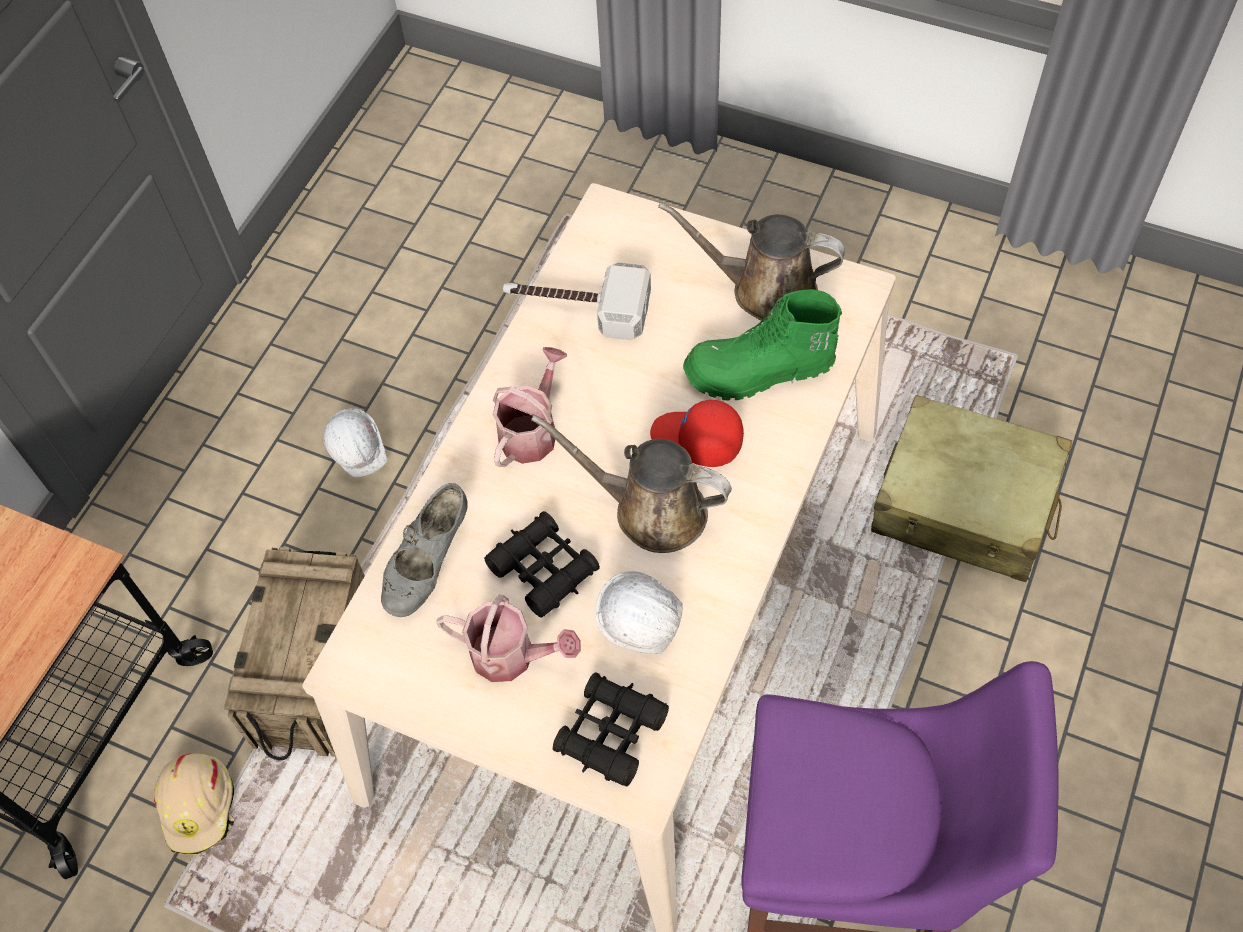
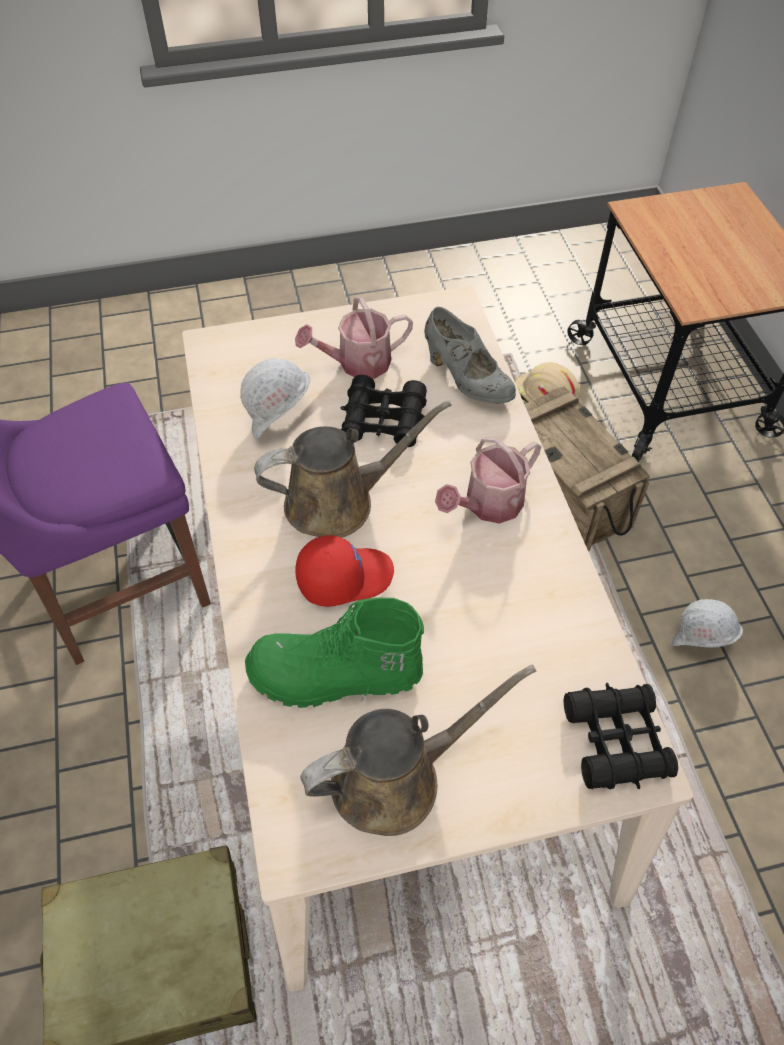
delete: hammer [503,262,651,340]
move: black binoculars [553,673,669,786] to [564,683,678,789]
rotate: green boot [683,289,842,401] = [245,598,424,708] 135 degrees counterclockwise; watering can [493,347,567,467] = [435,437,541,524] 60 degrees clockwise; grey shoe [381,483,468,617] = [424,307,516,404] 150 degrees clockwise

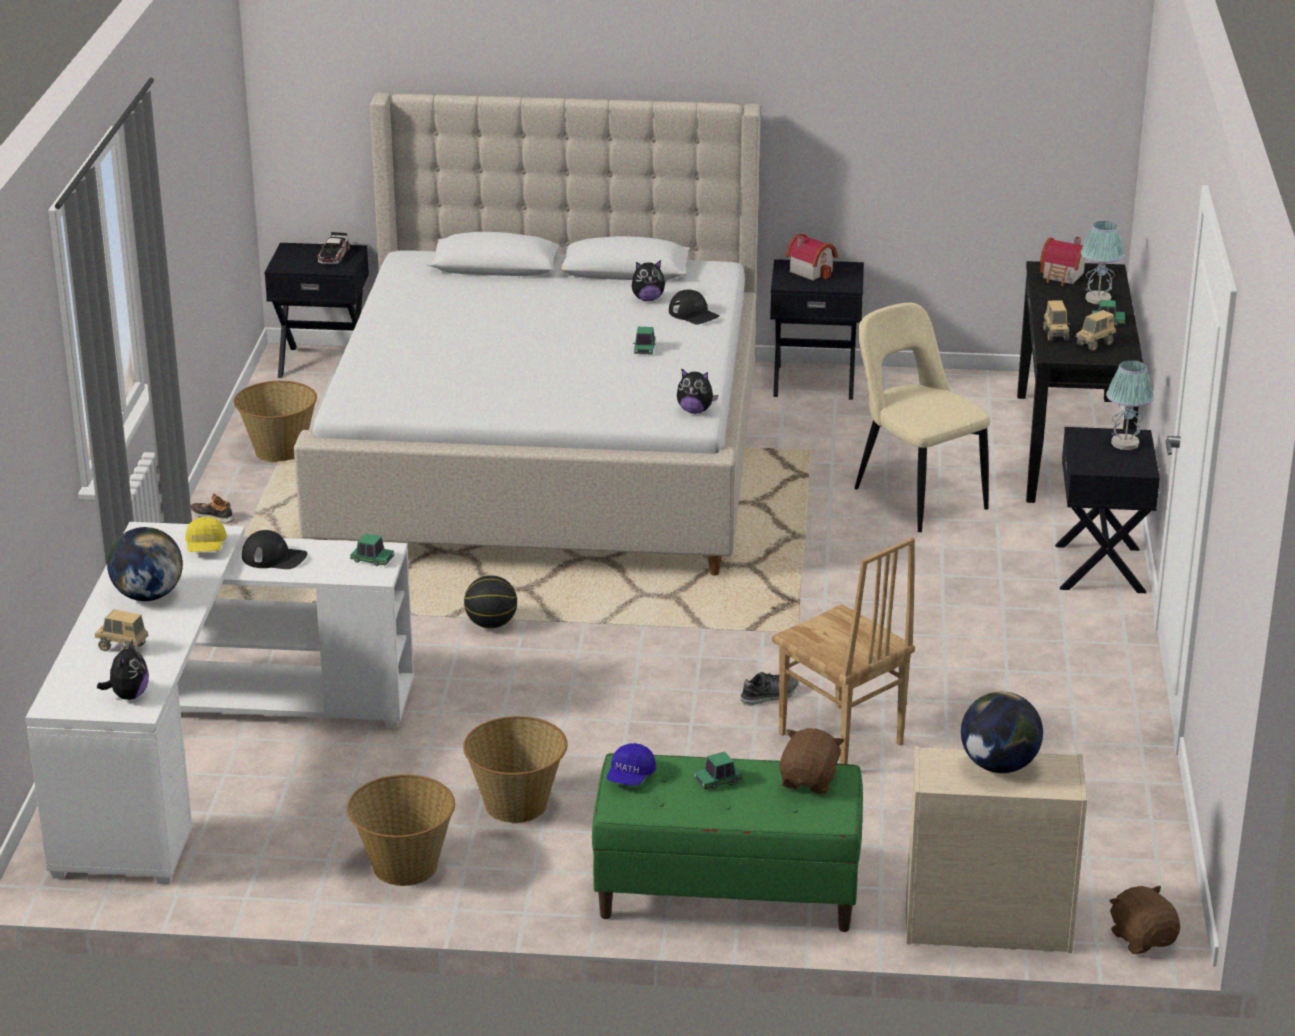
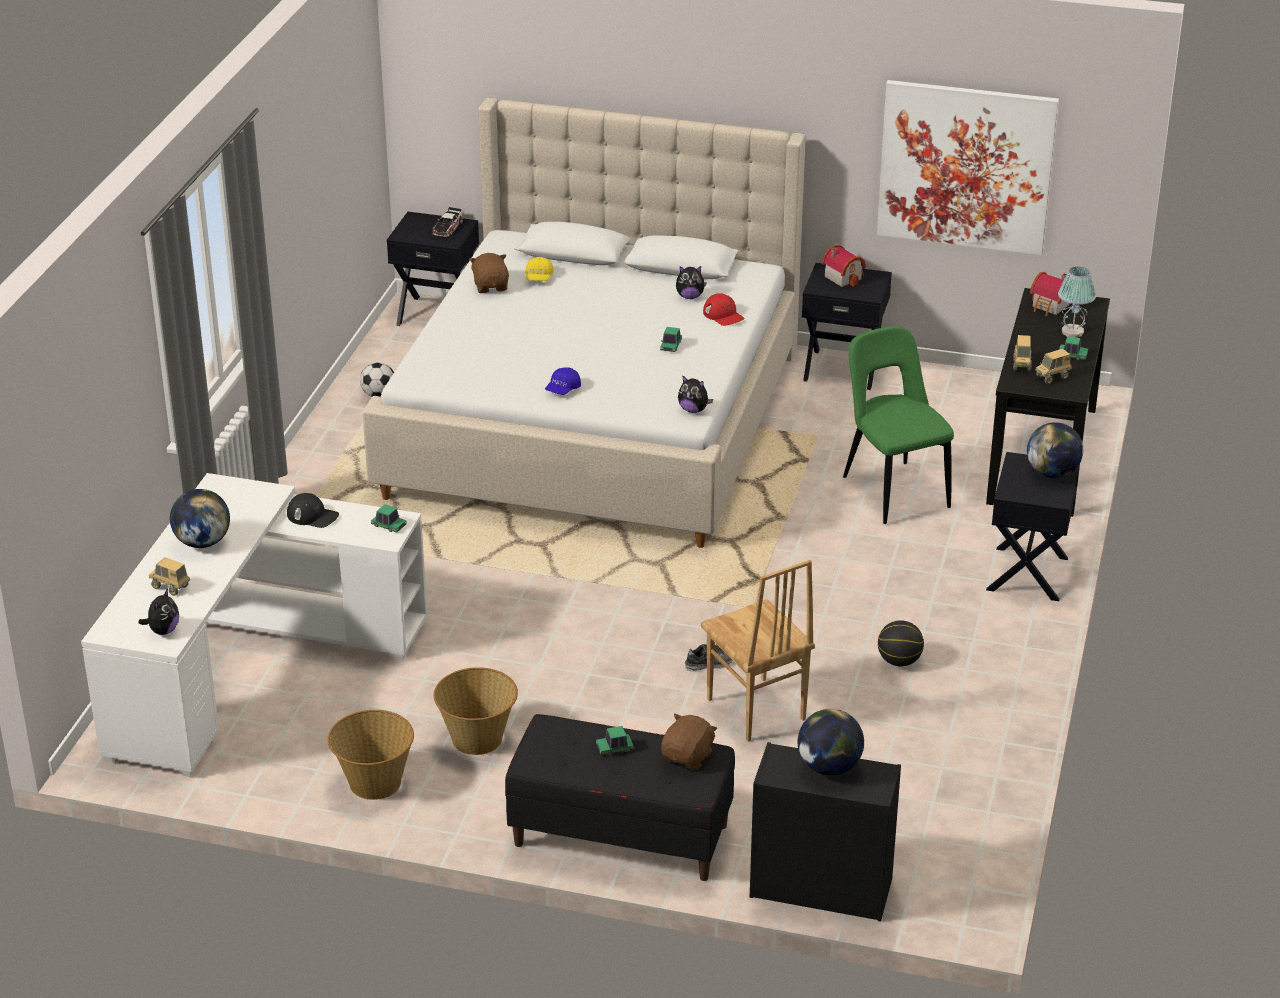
delete: shoe [191,494,235,524]
insert: picture [877,80,1059,255]
move: yellow cap [185,517,227,552] to [525,257,554,281]; basketball [464,575,517,628] to [878,620,924,666]; blue cap [606,743,656,786] to [545,367,581,395]; brown plush toy [1109,886,1180,954] to [469,253,509,293]
replace: table lamp [1106,360,1154,450] to globe [1027,422,1083,478]; basket [234,381,317,463] to football [360,362,394,397]
recolor: black cap [669,290,720,325] to red cap [703,293,745,326]; beige chair [854,303,990,532] to green chair [843,326,954,524]; beige dresser [906,746,1087,953] to black dresser [750,742,901,922]; green bench [592,753,863,932] to black bench [505,714,735,881]

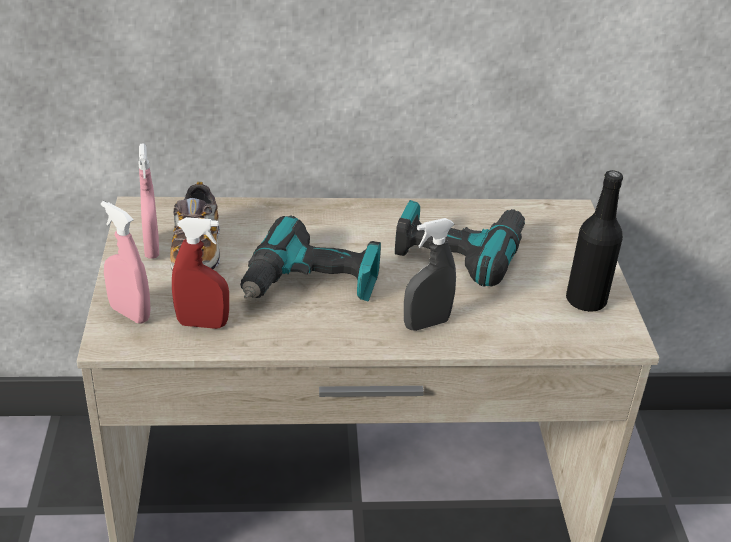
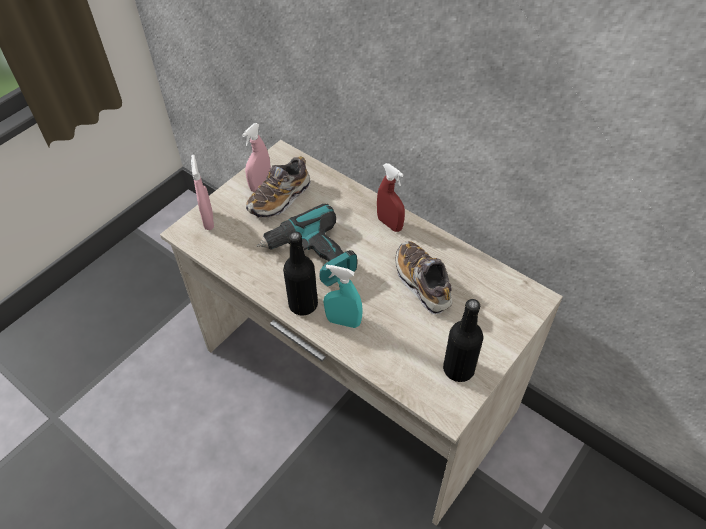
insert: black bottle [283,231,318,316]
move: red spray bottle [172,217,229,329] to [377,163,405,232]
replace: power drill [395,200,525,287] to shoe [395,241,452,315]
recolor: grey spray bottle [404,218,456,331] to turquoise spray bottle [324,265,363,328]

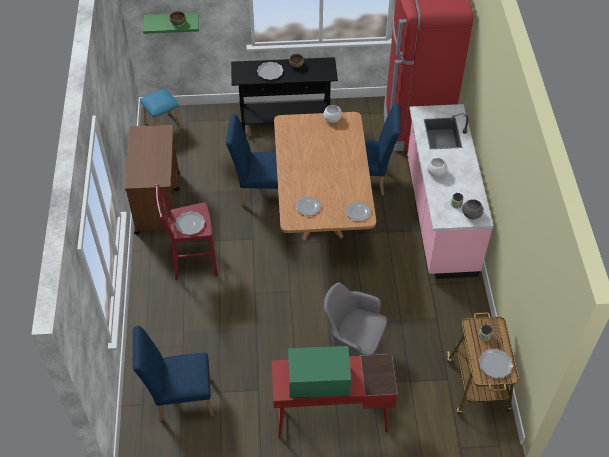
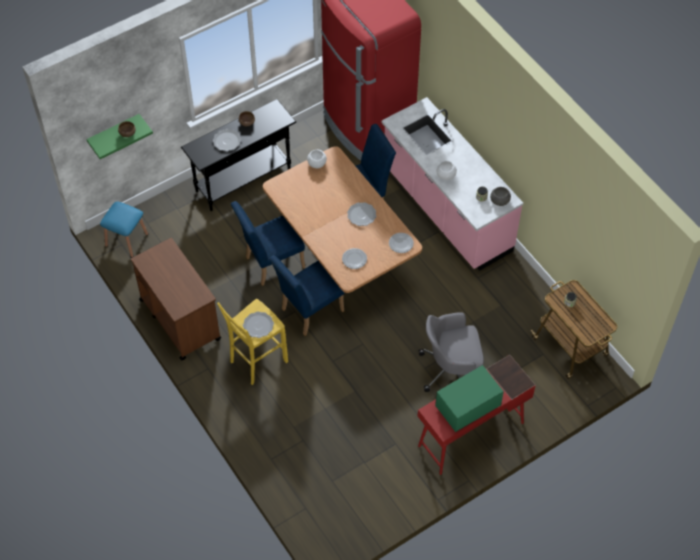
move: blue chair [133,326,214,421] to [269,255,345,336]; plate [479,349,513,378] to [347,202,376,226]
recolor: red stool [155,183,218,280] to yellow stool [217,299,288,385]

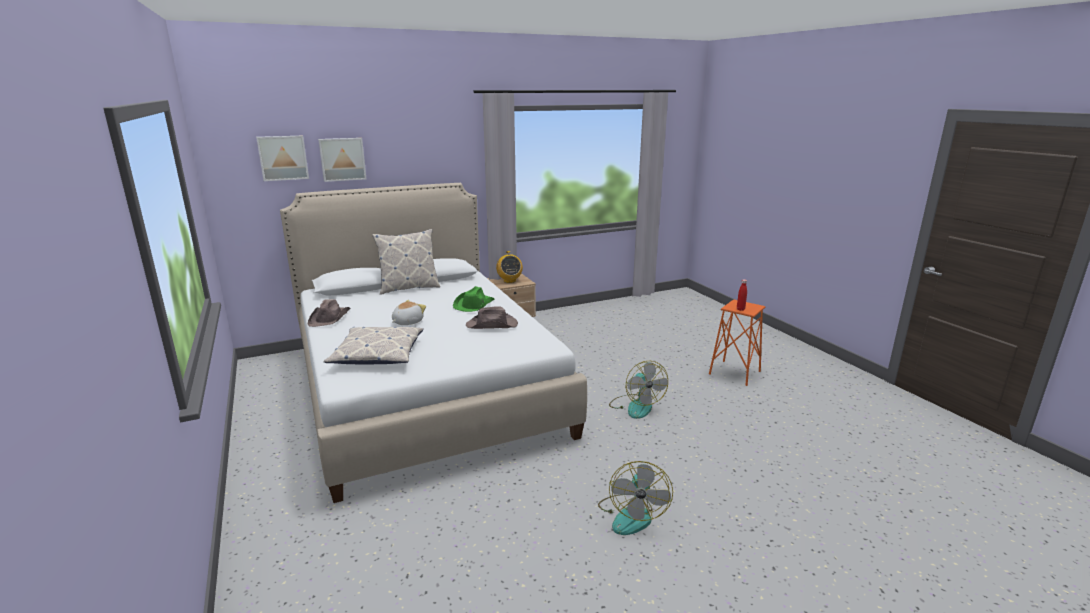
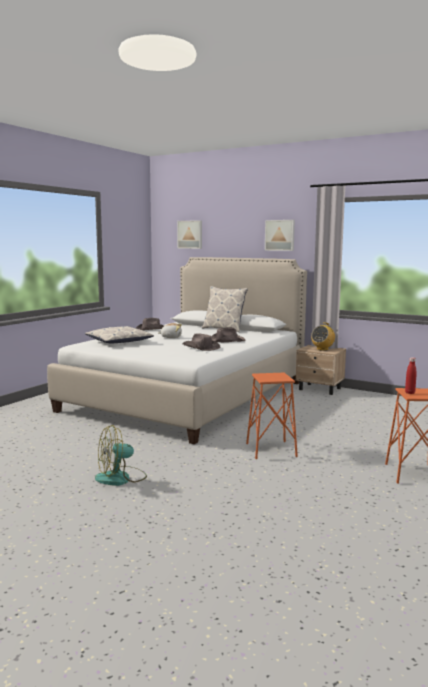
move: picture [318,138,367,182] to [265,220,295,251]
replace: fan [609,361,668,419] to orange stool [246,373,298,459]
recolor: green hat [453,286,495,312] to brown hat [211,327,246,342]

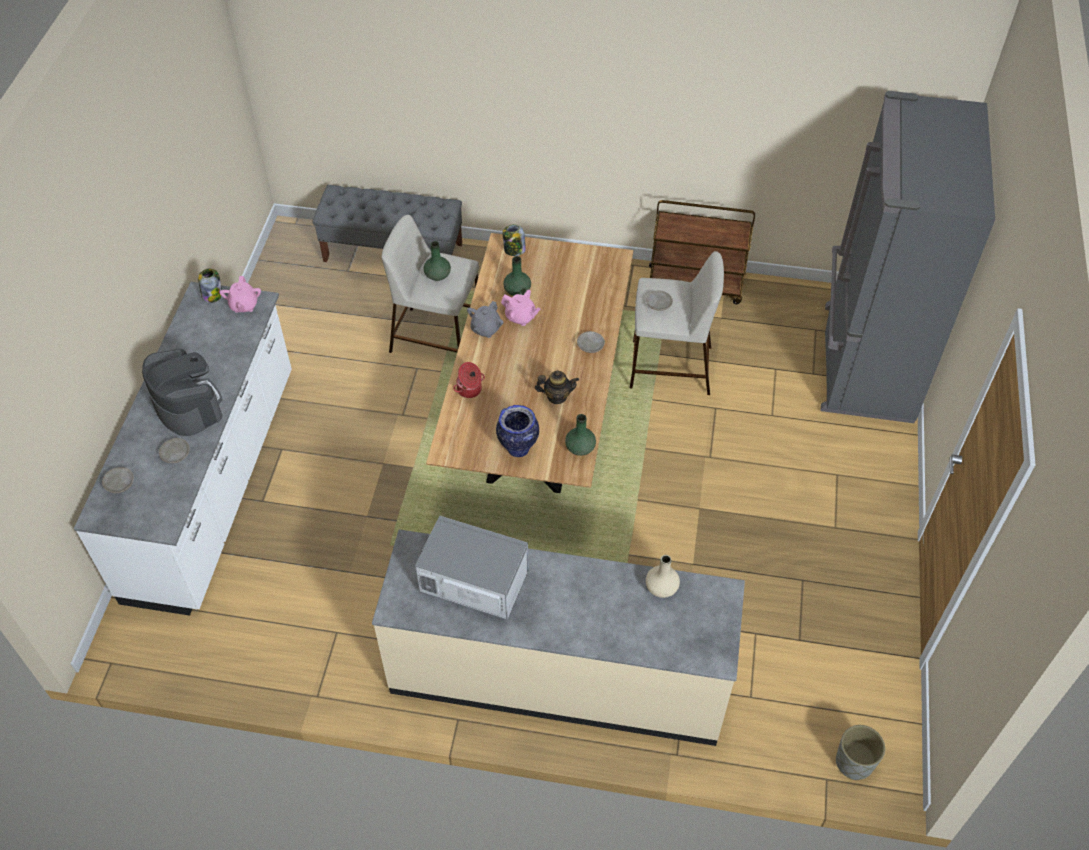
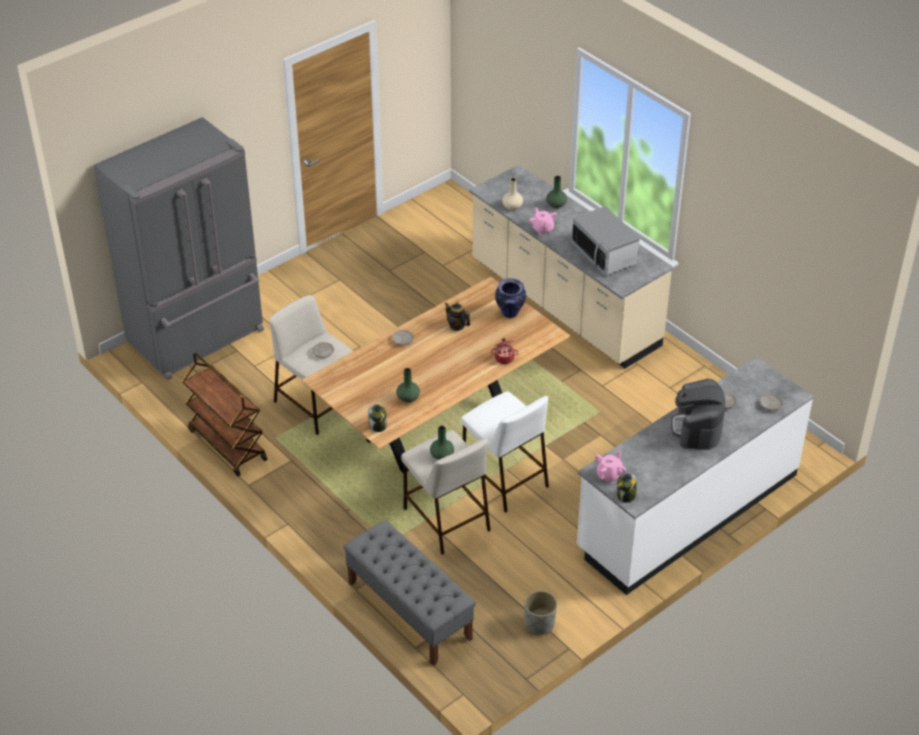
delete: grey teapot [467,301,503,338]
insert: white stool [461,391,549,513]
move: pink teapot [501,290,541,326] to [529,207,557,235]; green vase [565,414,596,456] to [546,176,567,208]; grey planter [836,725,885,780] to [524,591,557,635]

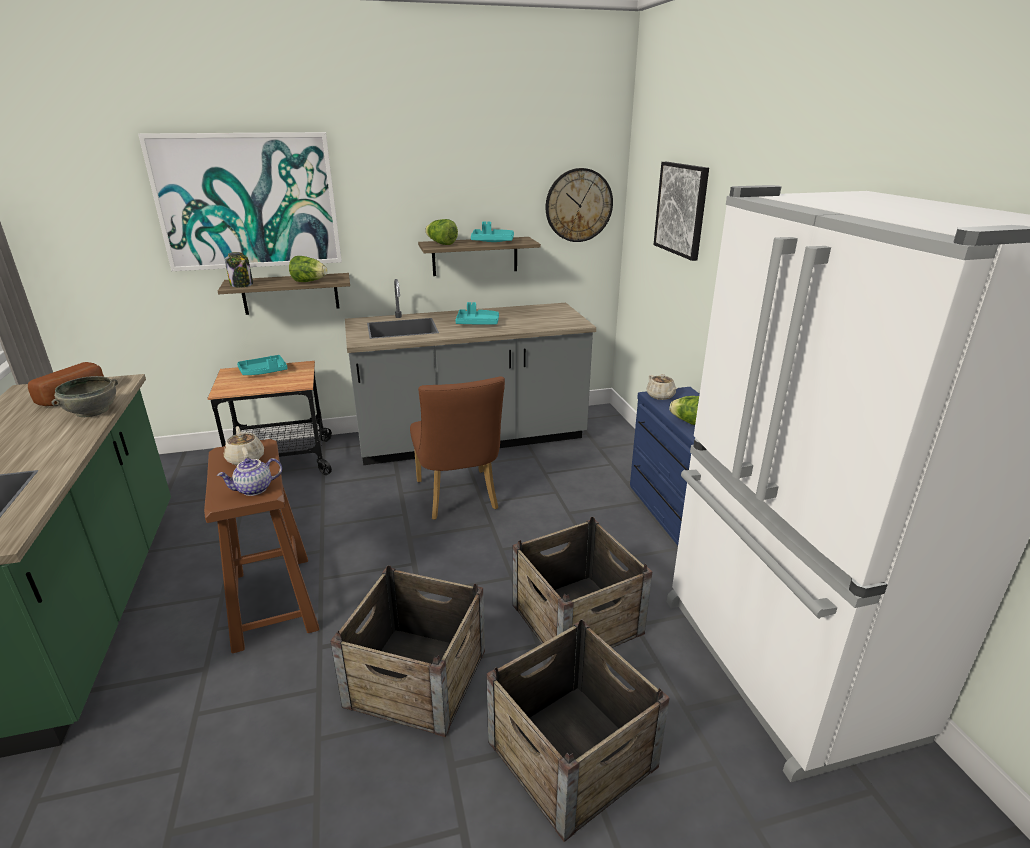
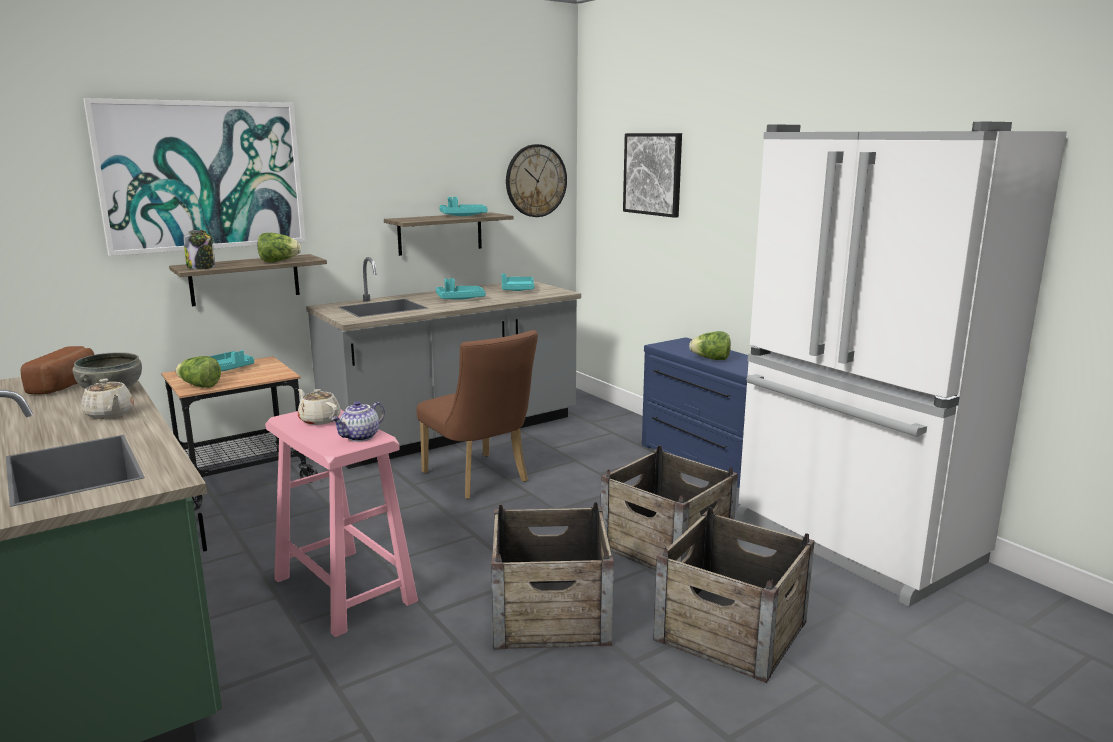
insert: turquoise tray [502,273,534,291]
move: lettuce [425,219,458,245] to [175,356,221,388]; beige teapot [647,374,678,400] to [81,379,134,419]
recolor: brown stool [204,439,319,654] to pink stool [265,409,418,637]

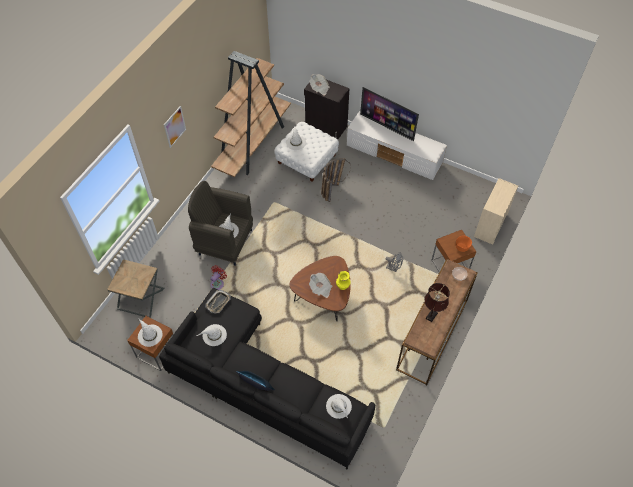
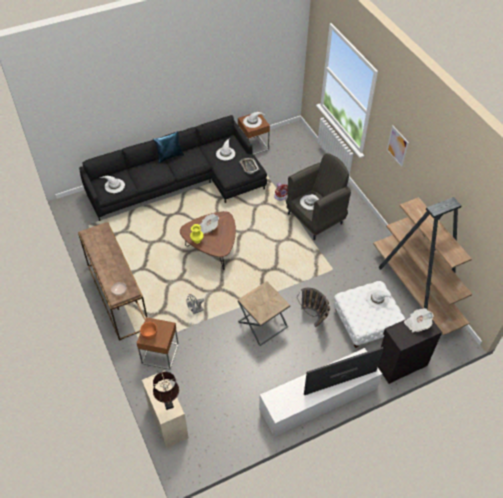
move: brown side table [107,259,164,317] to [238,281,290,346]; brown table lamp [424,283,450,322] to [153,371,179,410]

